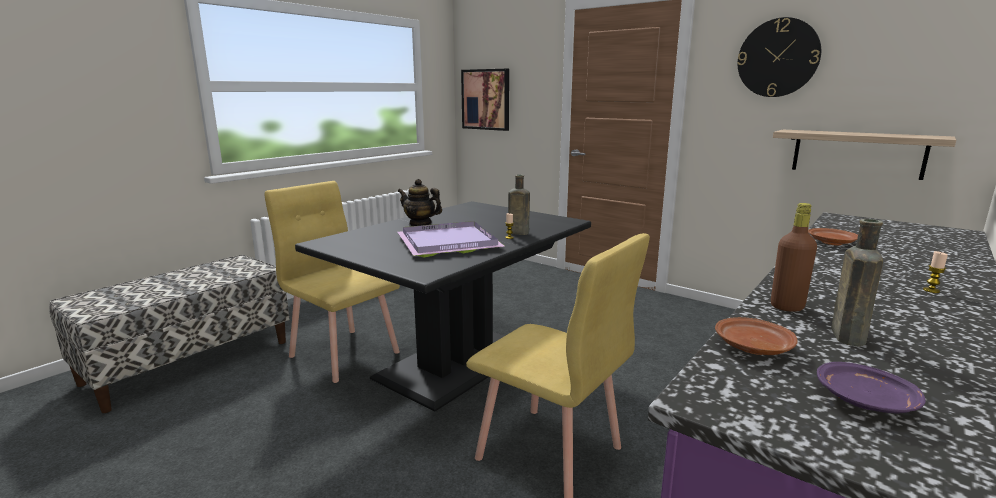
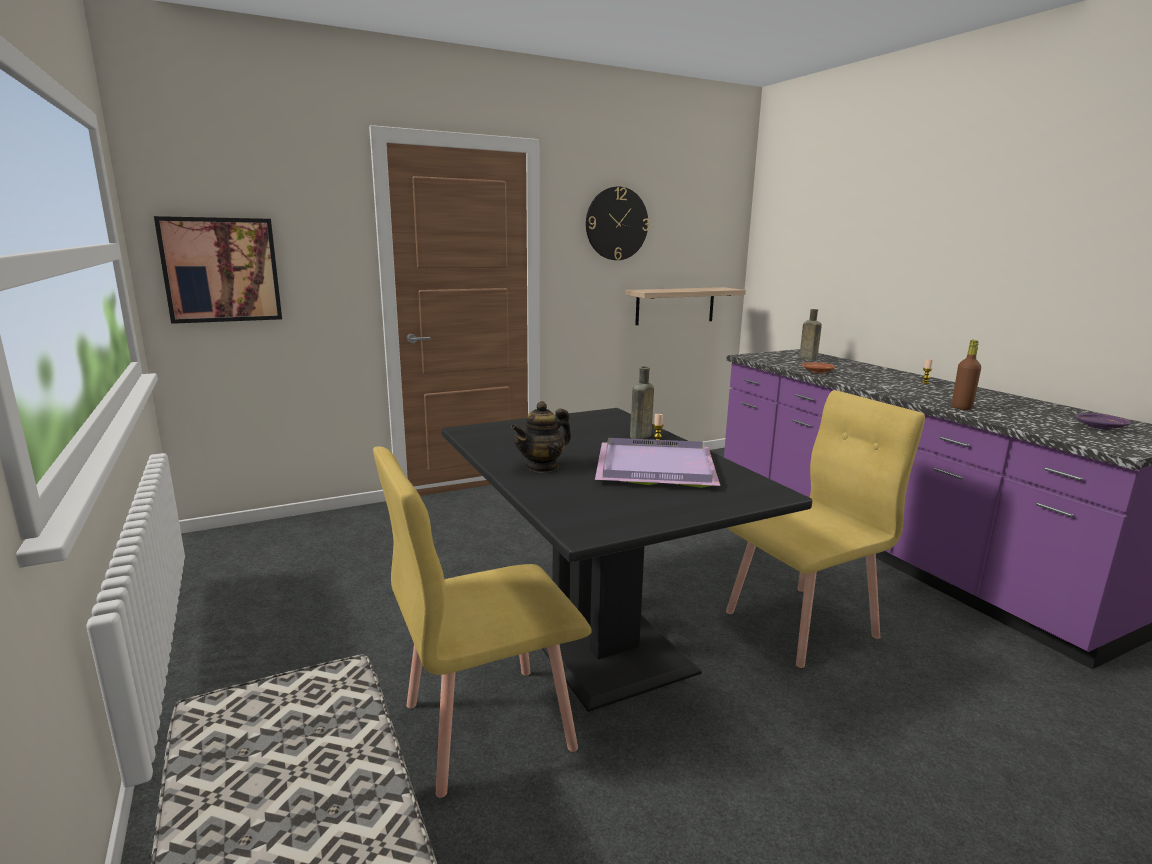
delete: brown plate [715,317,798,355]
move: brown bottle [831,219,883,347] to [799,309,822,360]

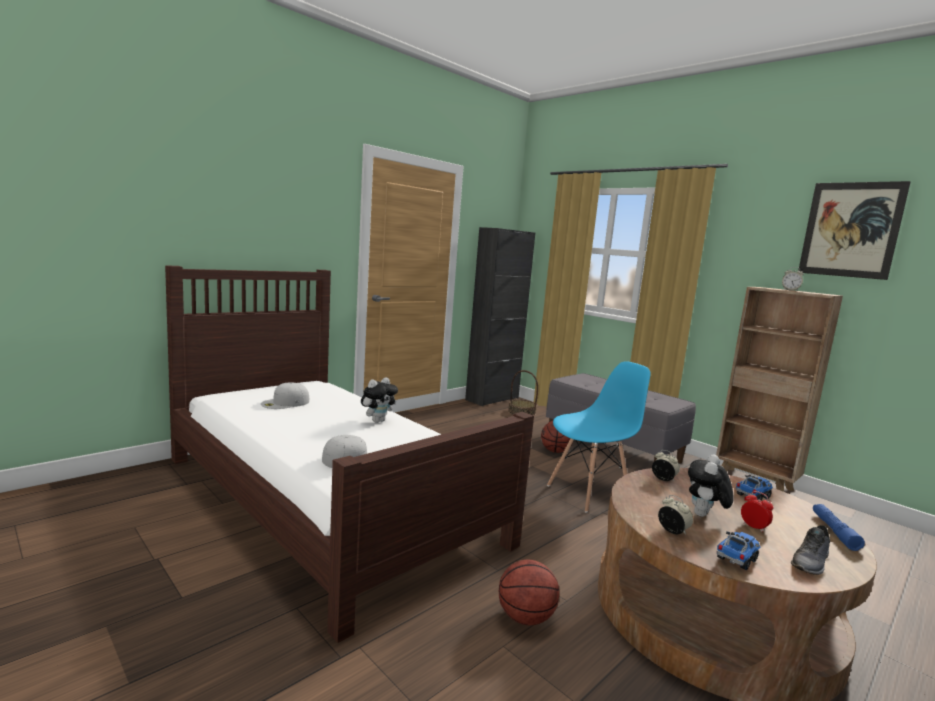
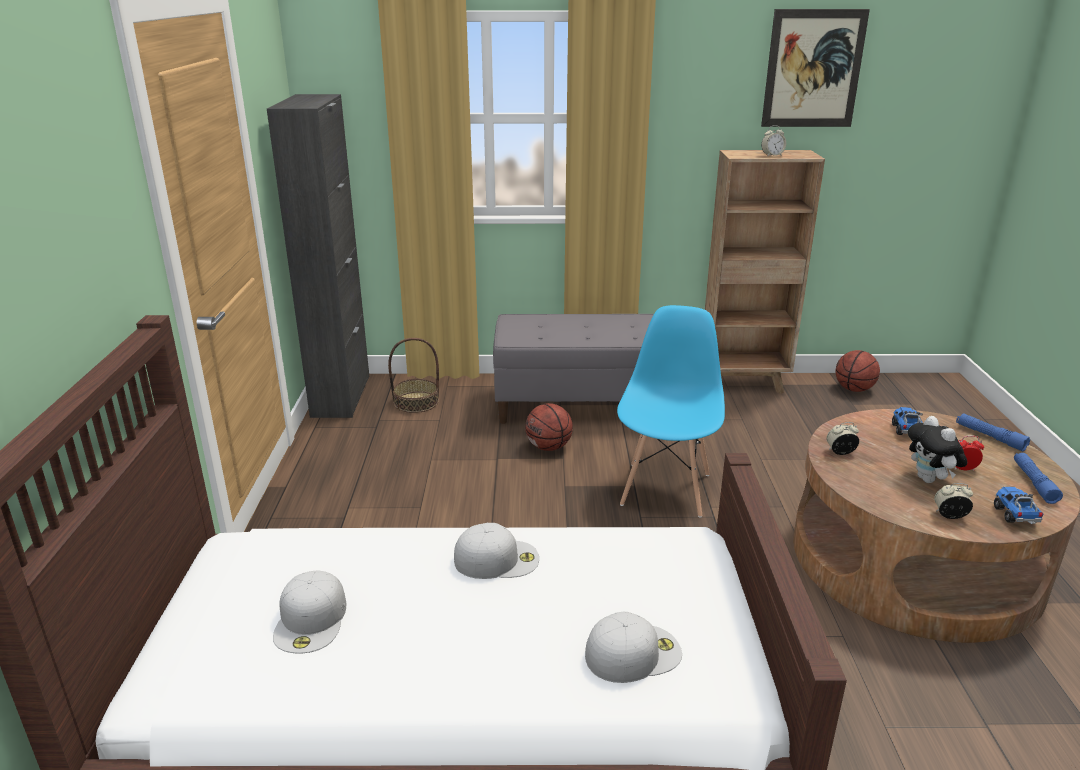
move: basketball [499,560,559,625] to [835,350,880,392]
replace: plush toy [361,377,398,423] to white cap [454,523,539,579]; grey shoe [791,525,830,575] to blue flashlight [1014,453,1063,504]

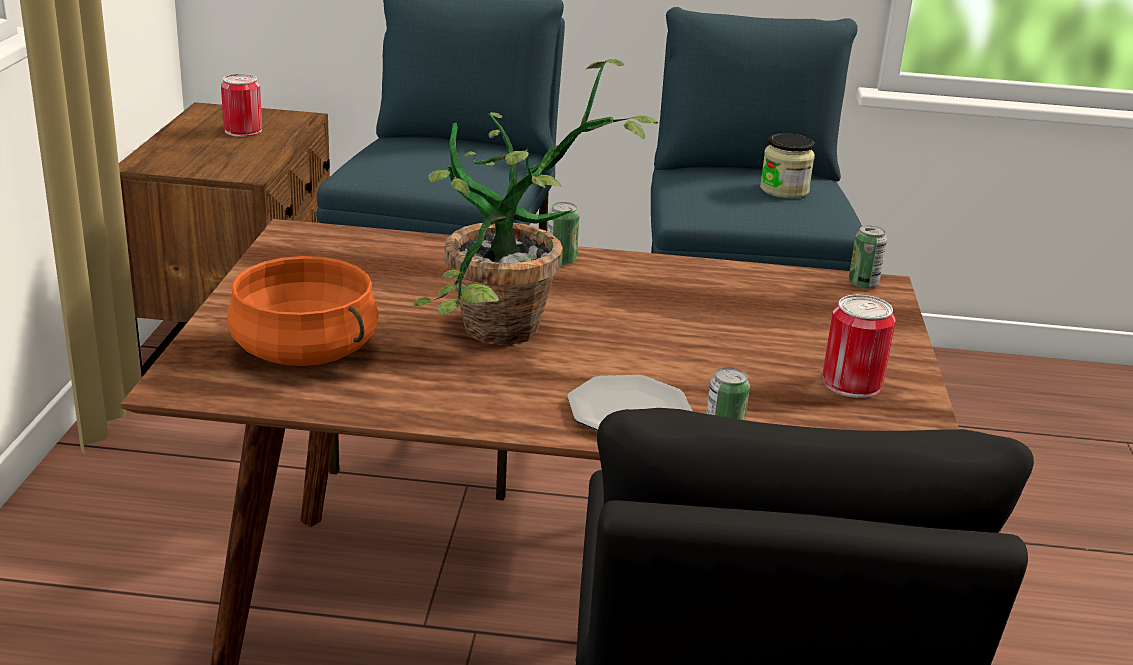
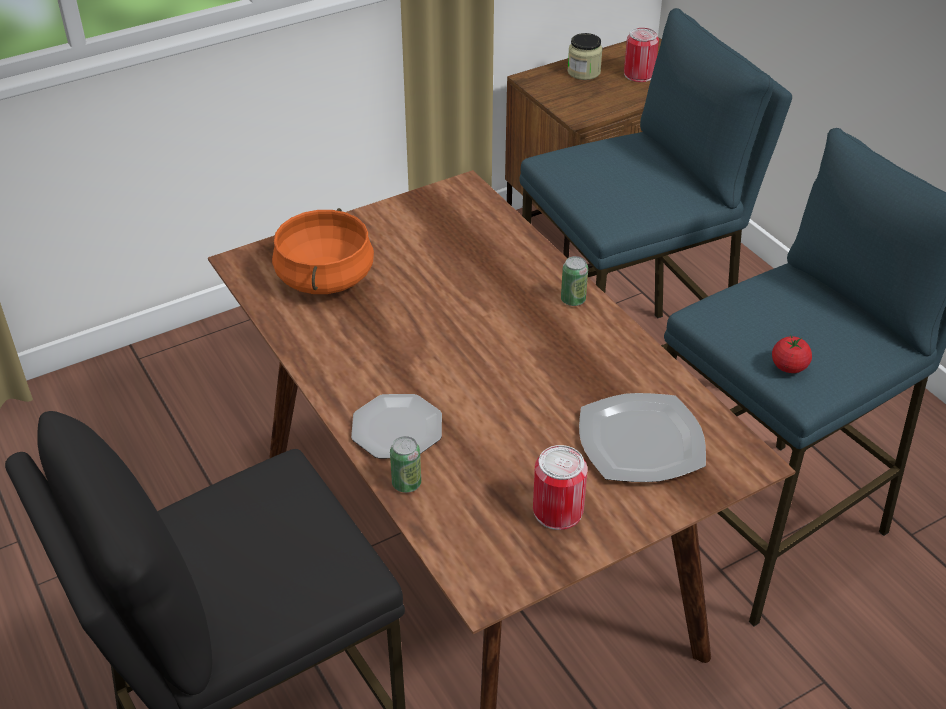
delete: potted plant [413,59,658,346]; can [848,225,887,289]
insert: tomato [772,336,812,373]; plate [579,393,706,482]
move: jar [760,133,815,198] to [567,33,603,80]

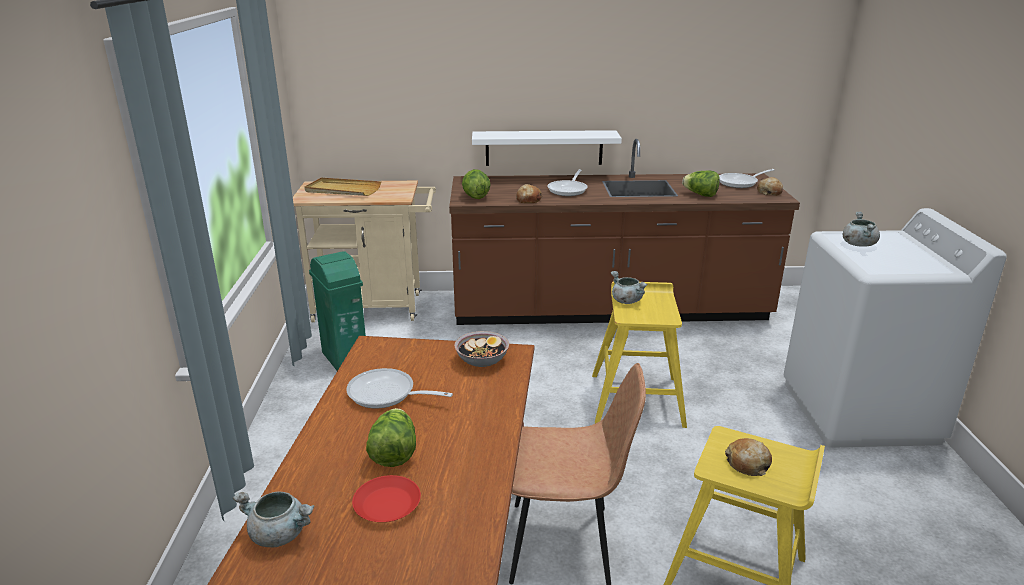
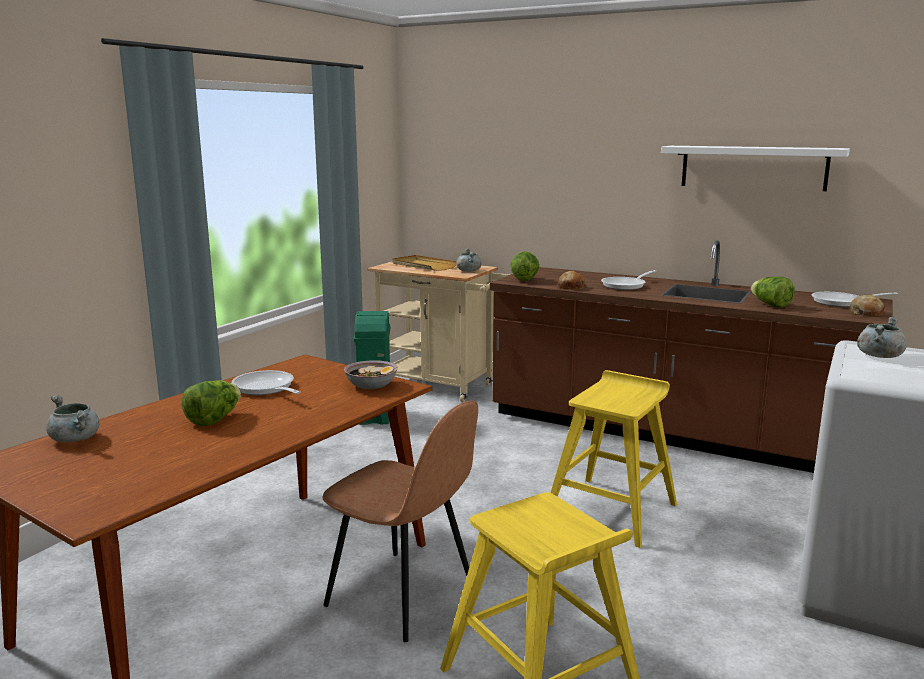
delete: bread [725,438,772,476]; red plate [352,475,421,522]
move: white shelf [472,130,622,166] to [661,146,850,191]; grey cooking pot [611,271,648,304] to [456,248,482,272]

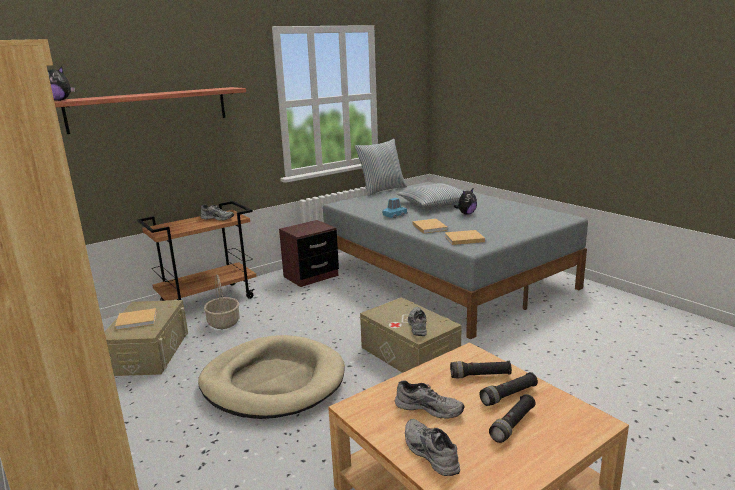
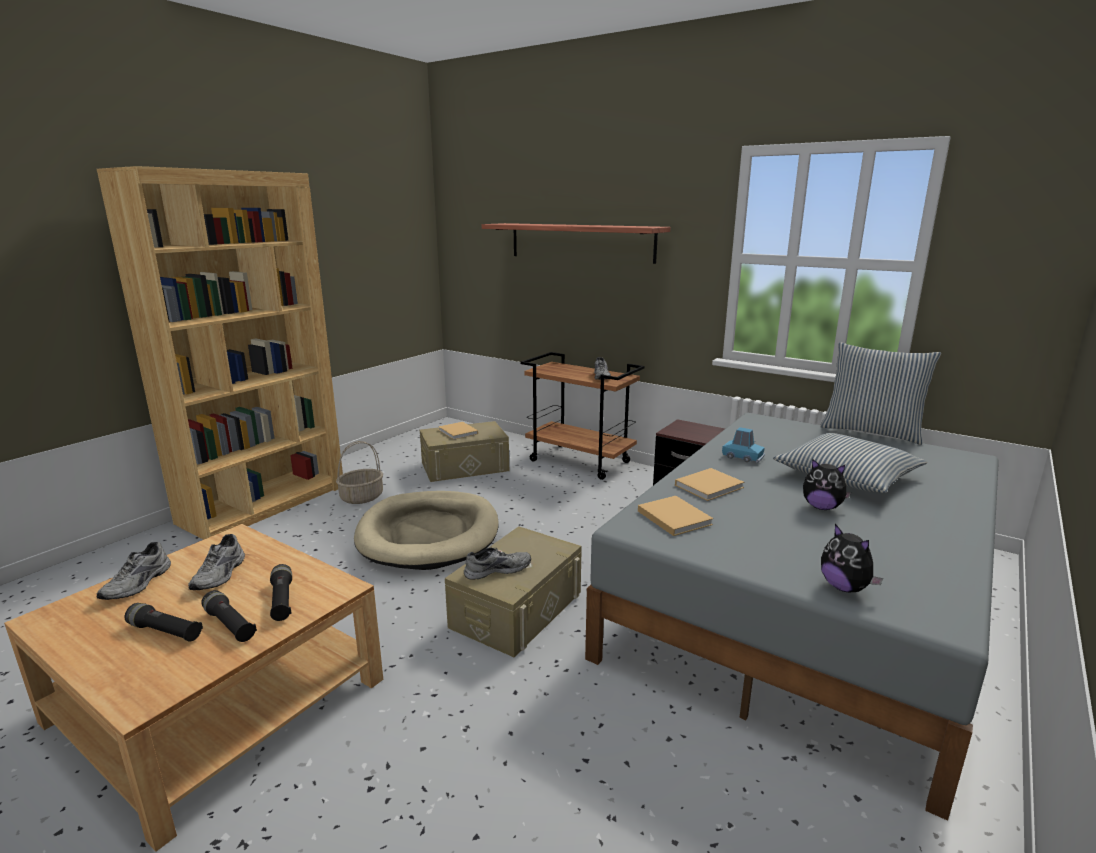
move: plush toy [48,67,75,101] to [821,524,883,592]; basket [204,274,240,329] to [336,441,383,504]
rotate: grey shoe [405,419,460,476] = [97,542,171,600] 150 degrees clockwise

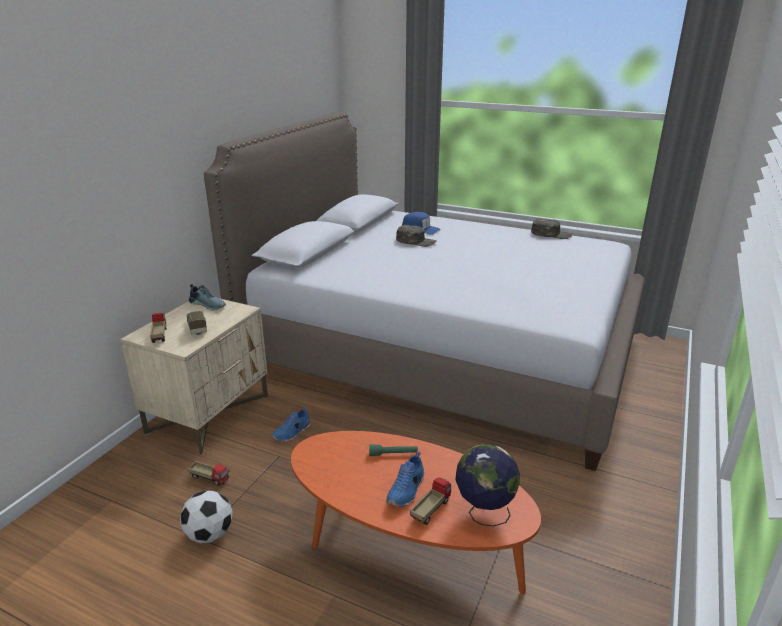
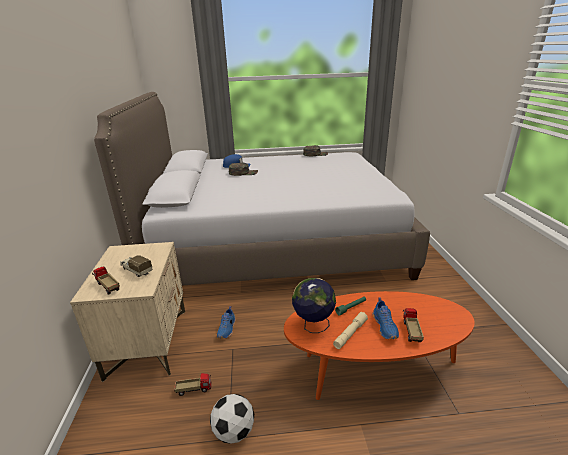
delete: shoe [189,284,226,310]
insert: beige flashlight [333,312,368,349]
move: globe [456,444,520,526] to [292,278,336,333]

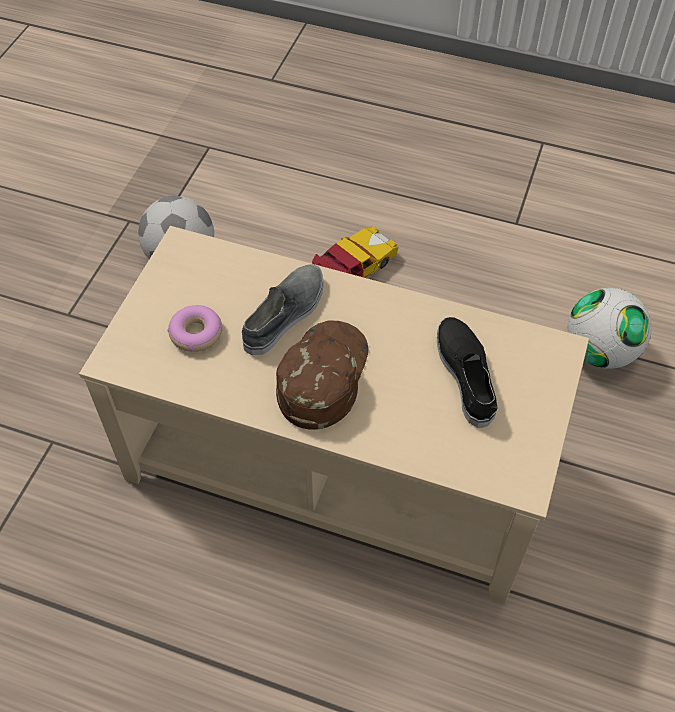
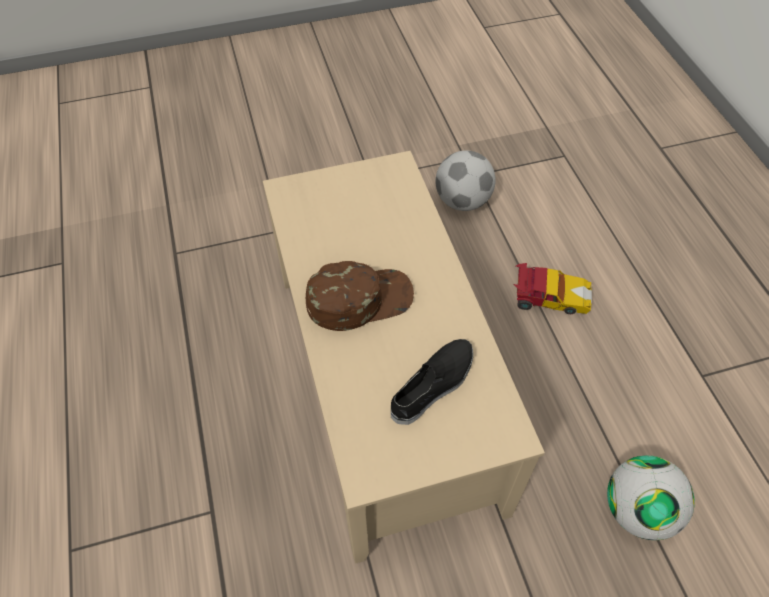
delete: grey shoe [242,264,324,355]; donut [167,305,222,352]

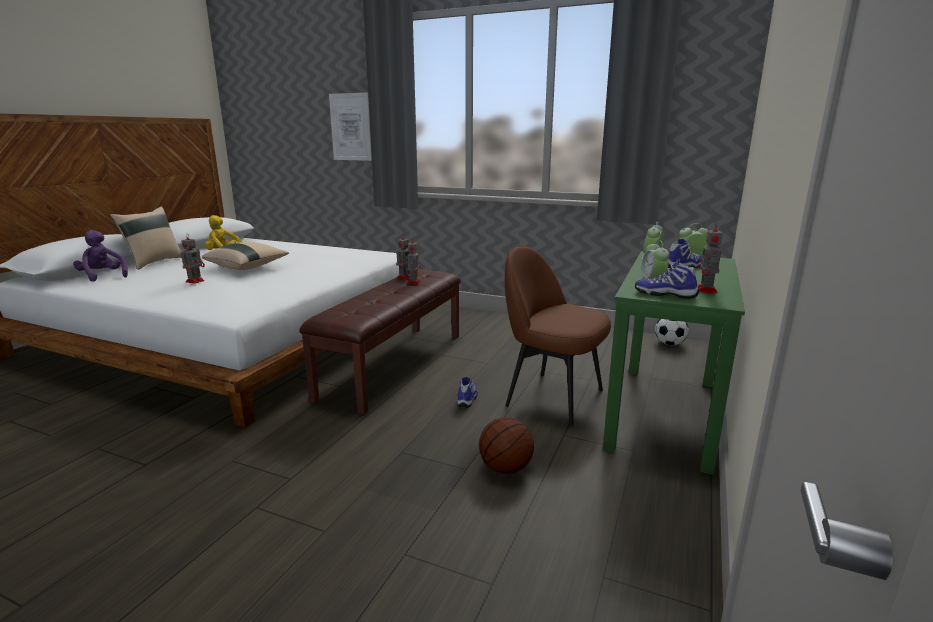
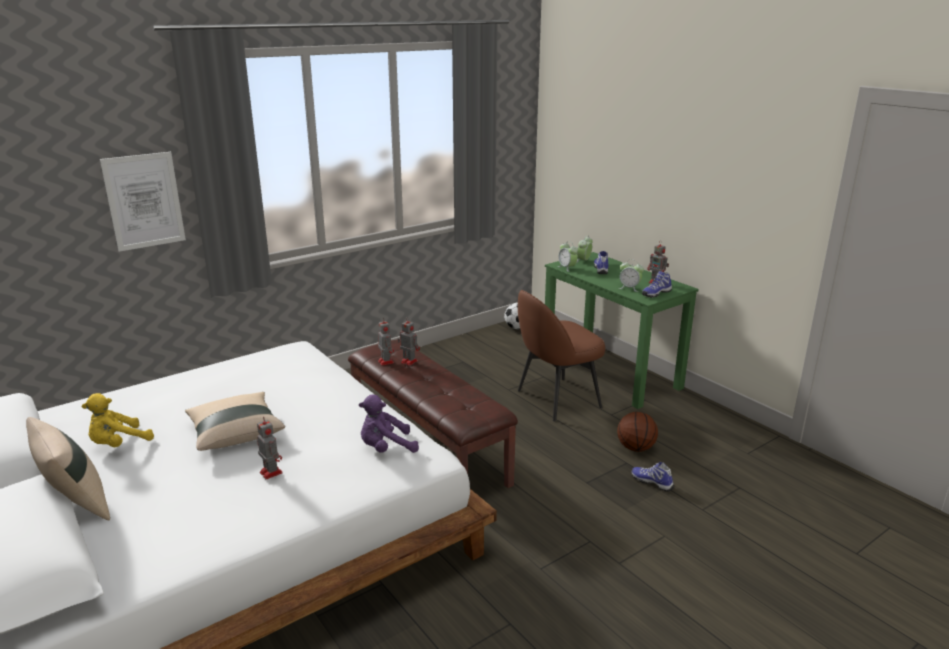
move: purple plush toy [73,230,128,282] to [359,395,419,453]; shoe [458,377,478,408] to [631,462,674,492]

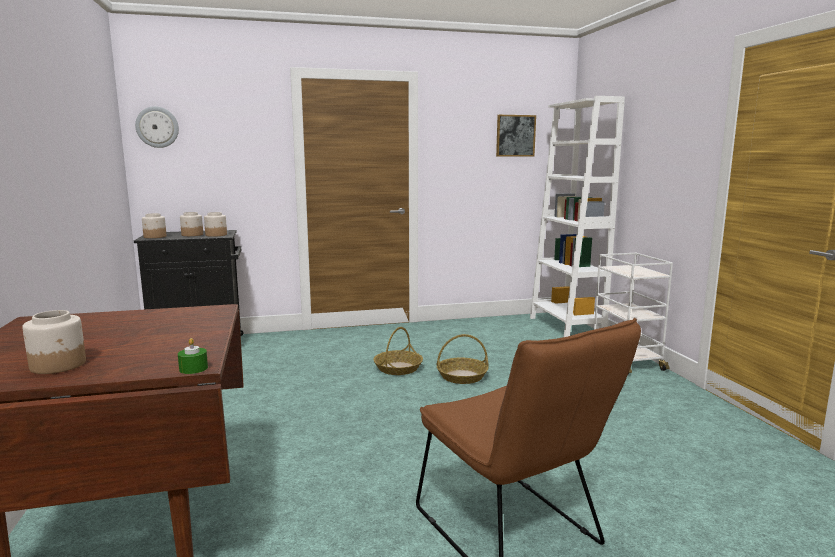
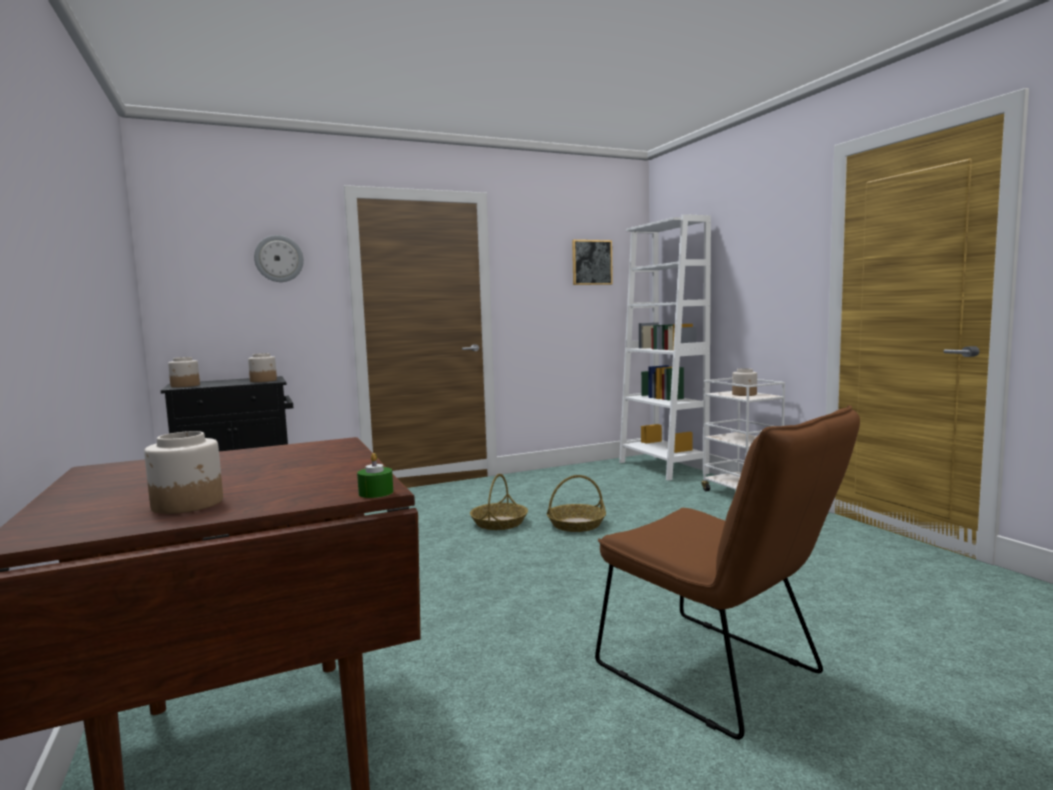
move: wall clock [135,106,179,148] to [254,235,304,282]; jar [180,212,203,236] to [732,368,757,396]

